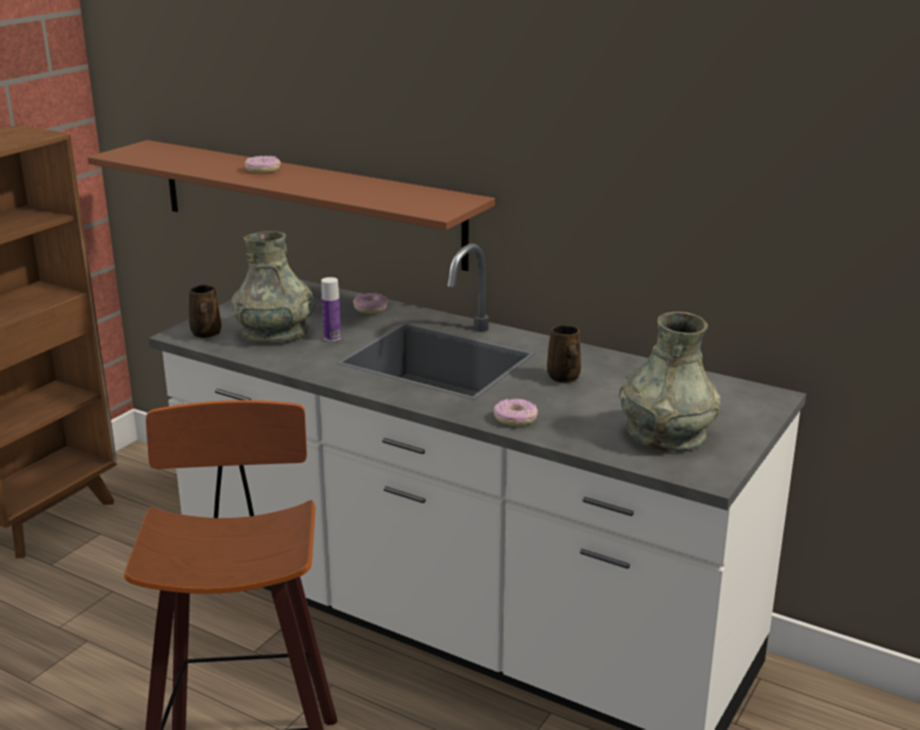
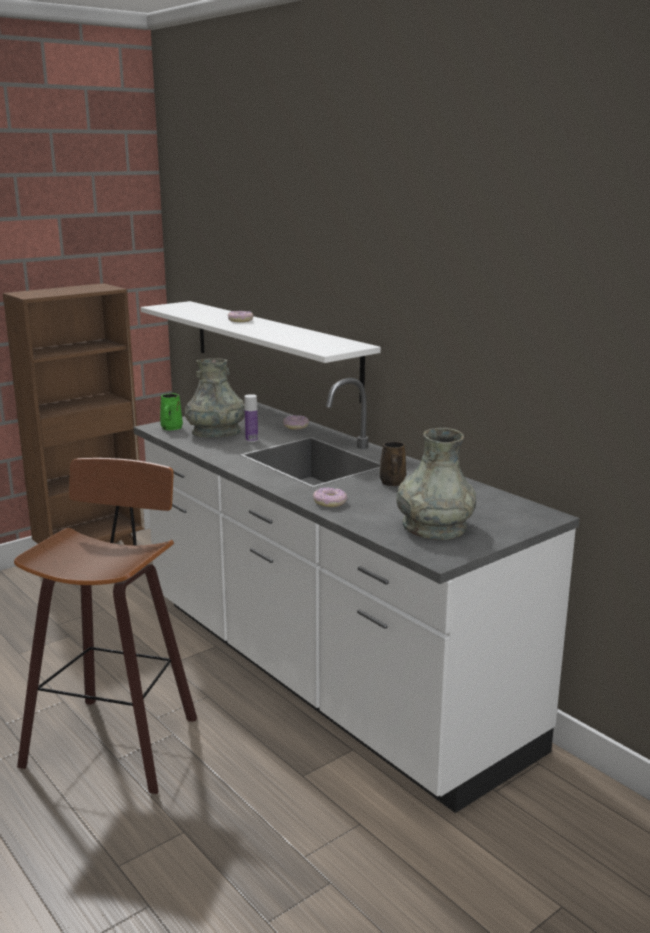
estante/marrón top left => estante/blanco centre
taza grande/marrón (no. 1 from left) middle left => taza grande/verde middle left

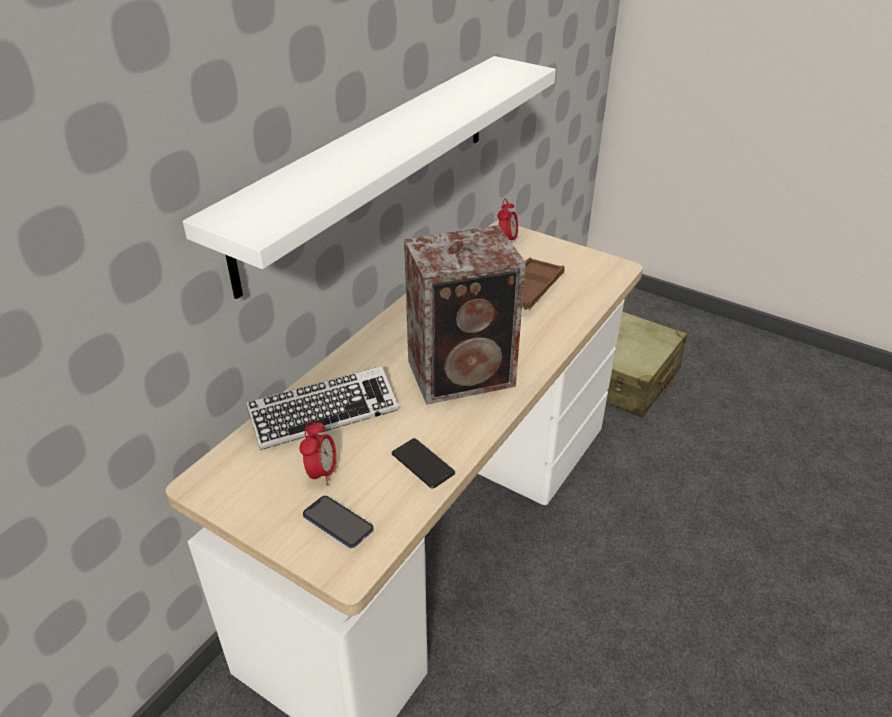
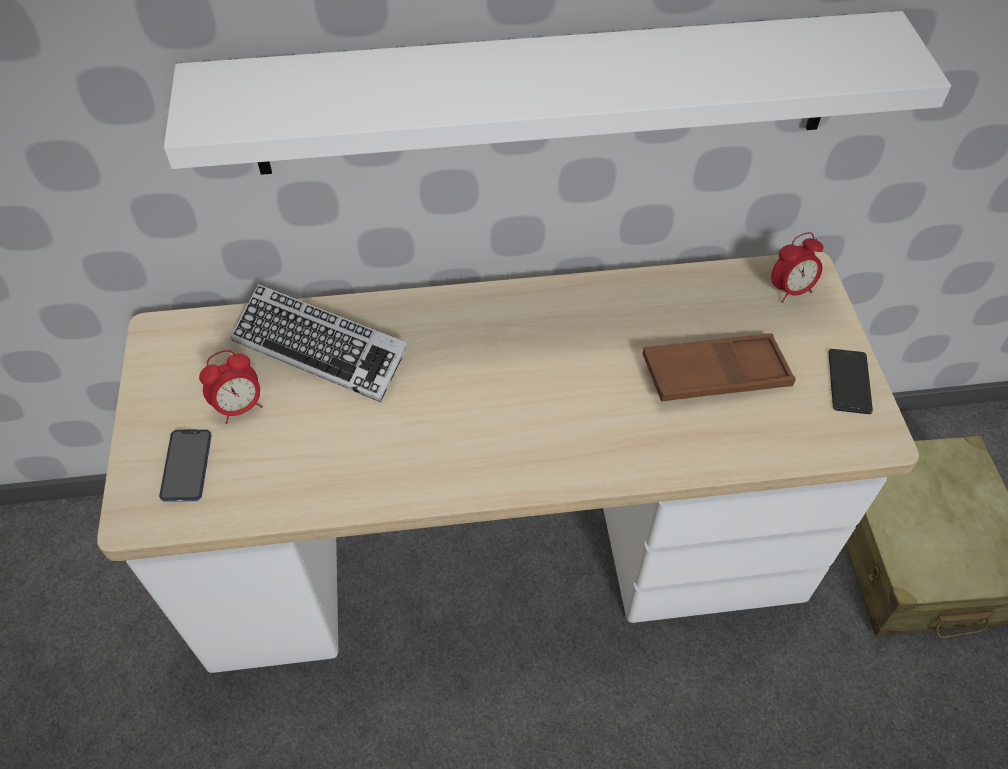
móvil (no. 2 from left) centre => móvil (no. 2 from left) middle right, relocated
altavoz centre => nothing

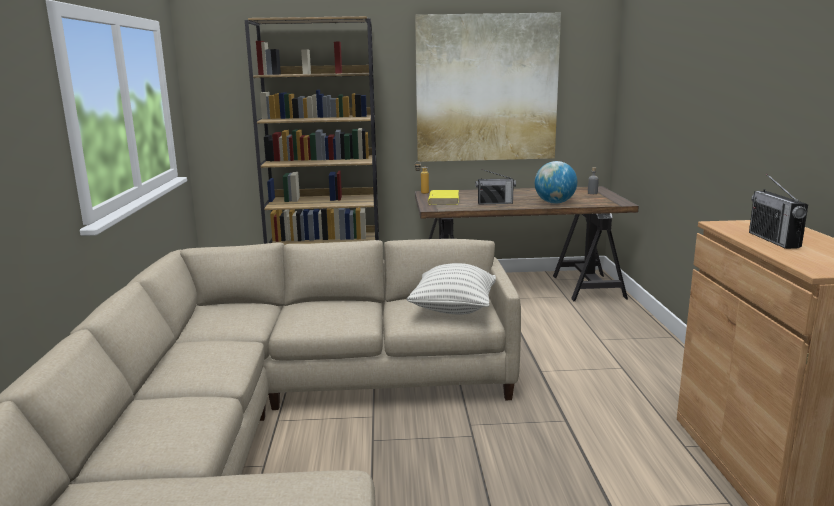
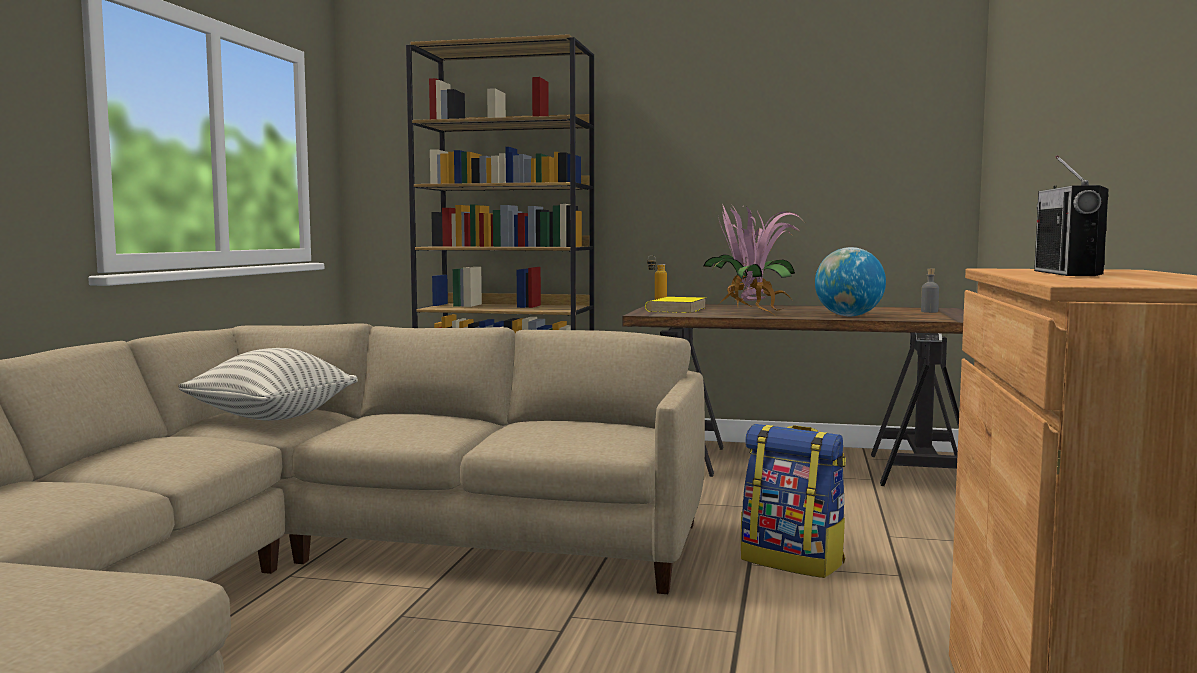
cojín centre => cojín middle left, relocated
radio (no. 1 from left) centre => planta en maceta centre
nothing => mochila bottom centre
cuadro top centre => nothing

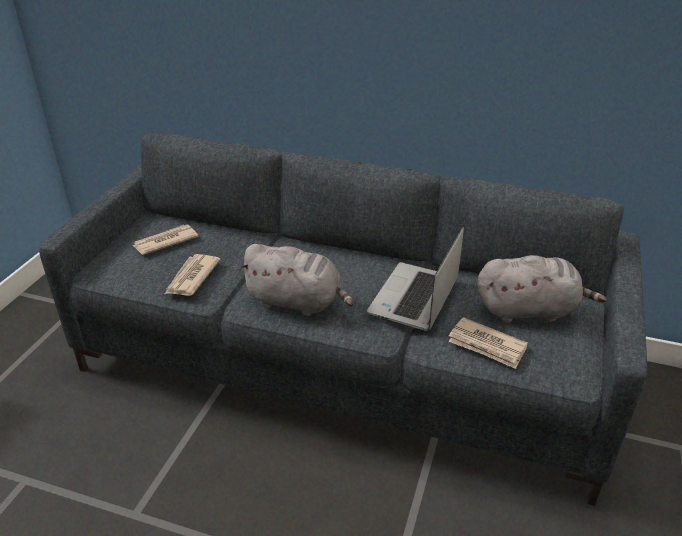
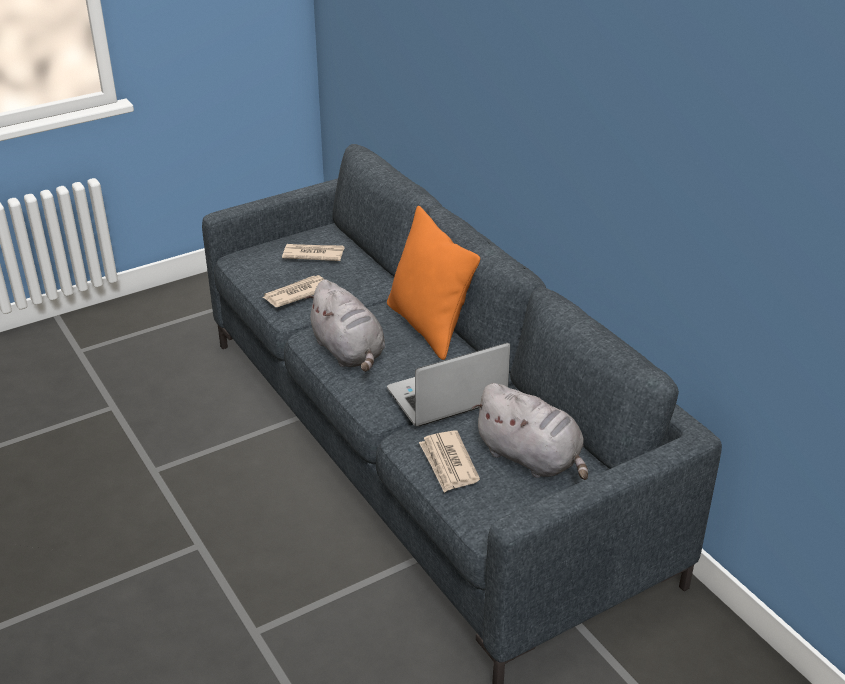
nothing => cojín/naranja centre

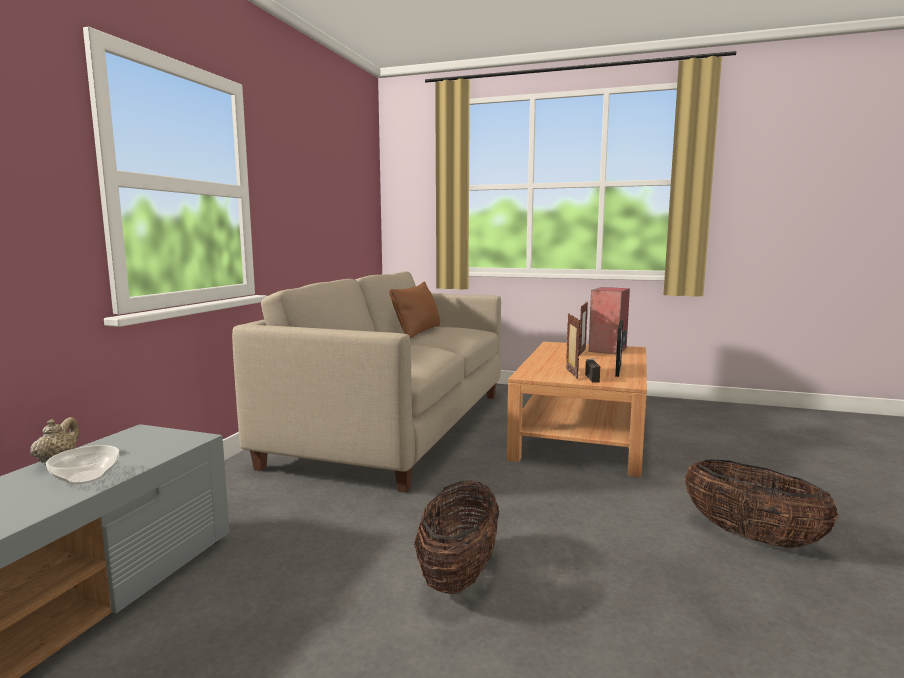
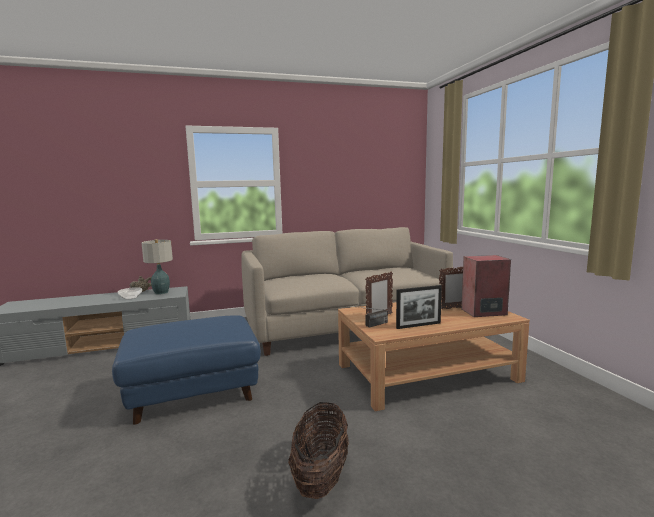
cesta (no. 1 from left) bottom centre => puf/azul bottom left
nothing => lámpara de mesa middle left
cojín/marrón centre => nothing

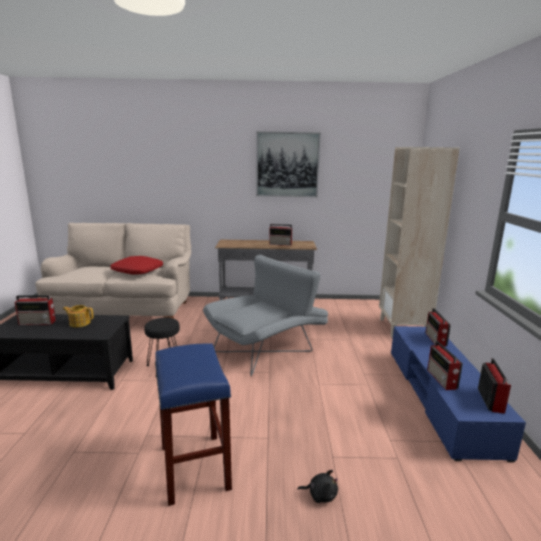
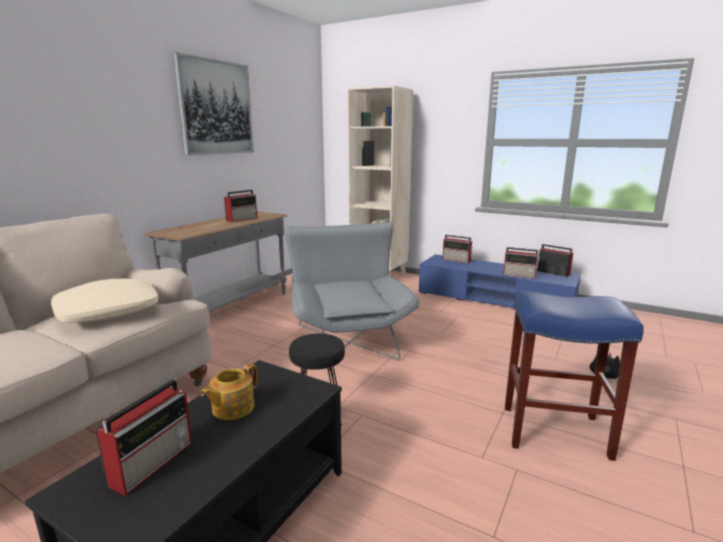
cojín/rojo middle left => cojín/beis middle left

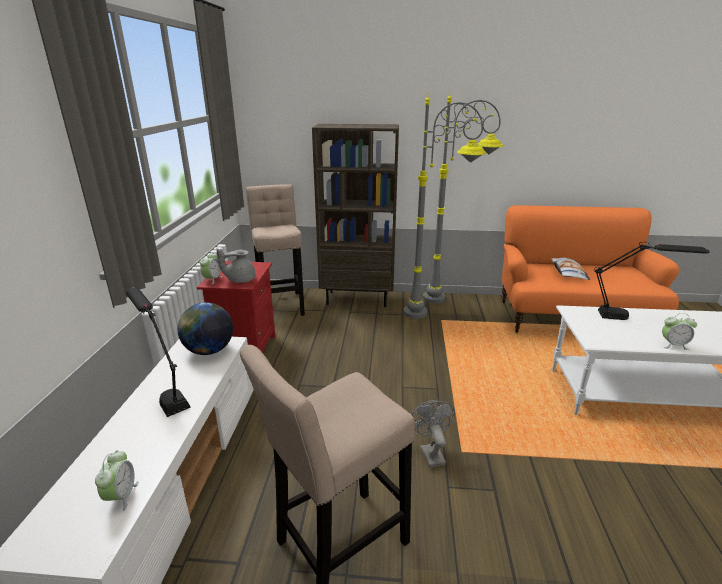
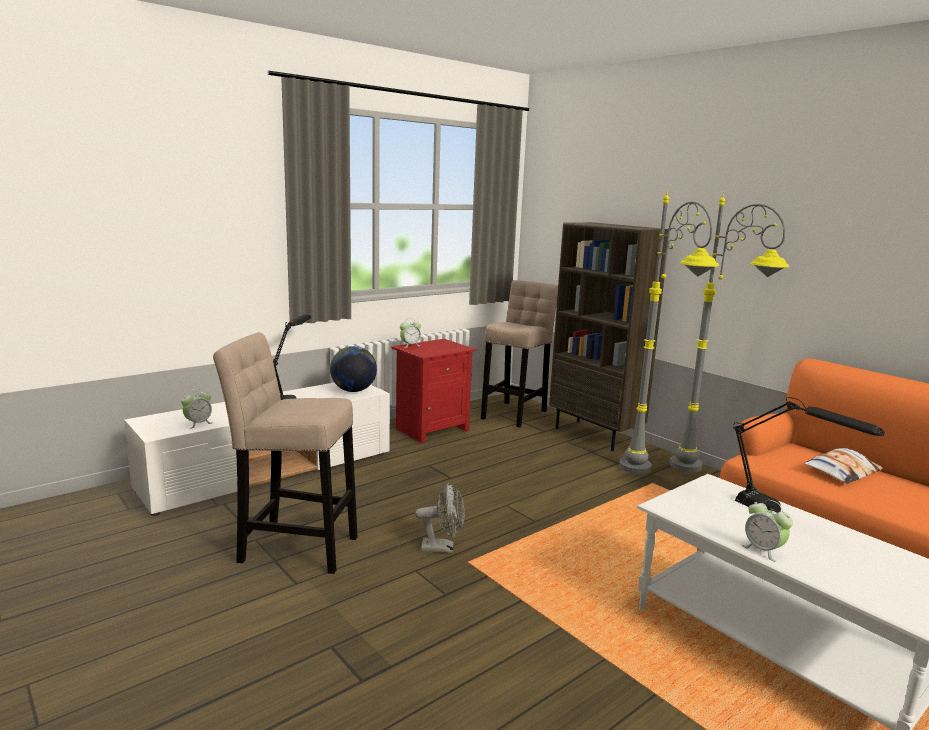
ventilador/gris bottom centre, 60 degrees clockwise
tetera/gris middle left => nothing

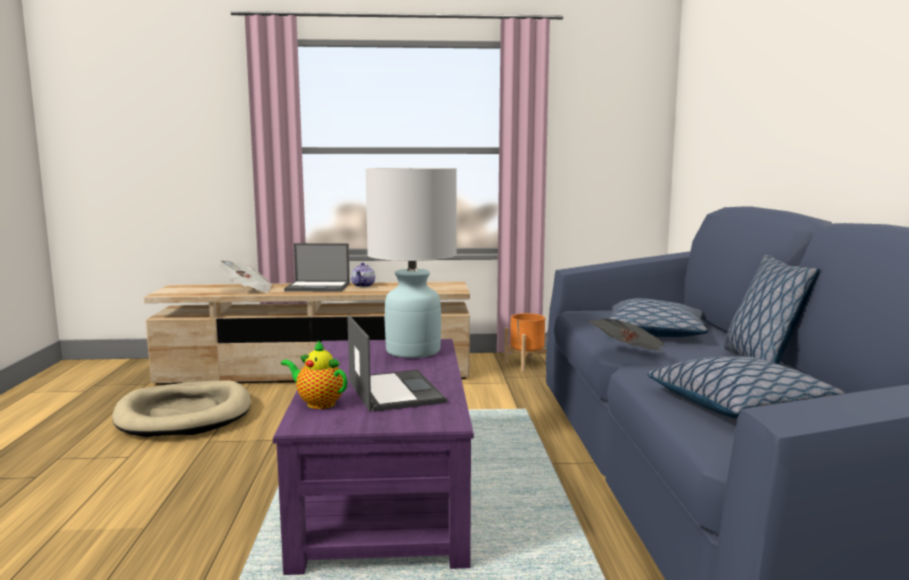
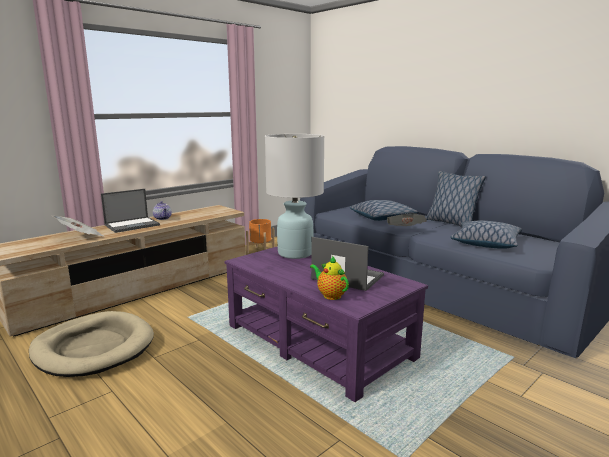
tetera (no. 1 from left in the first image) centre => tetera (no. 2 from left) centre, 60 degrees clockwise

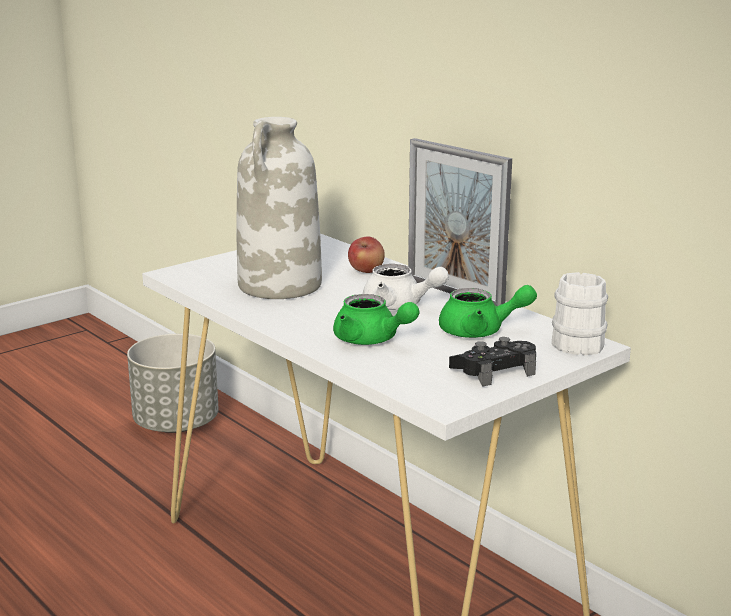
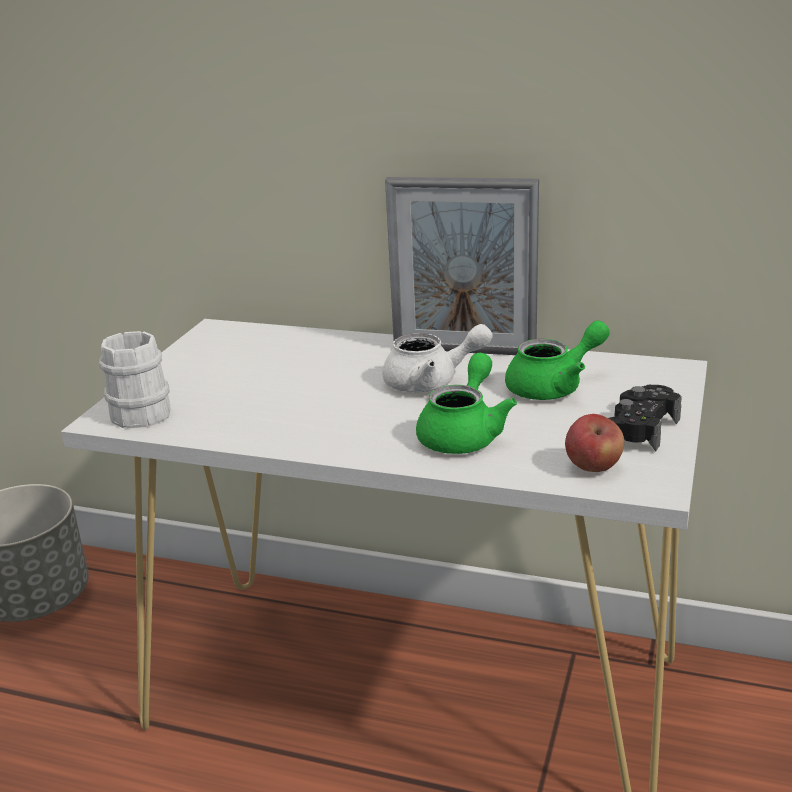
taza grande/blanco middle right => taza grande/blanco middle left, relocated
tetera/verde (no. 1 from left) centre, 75 degrees counterclockwise
manzana centre => manzana middle right, relocated
florero/blanco centre => nothing

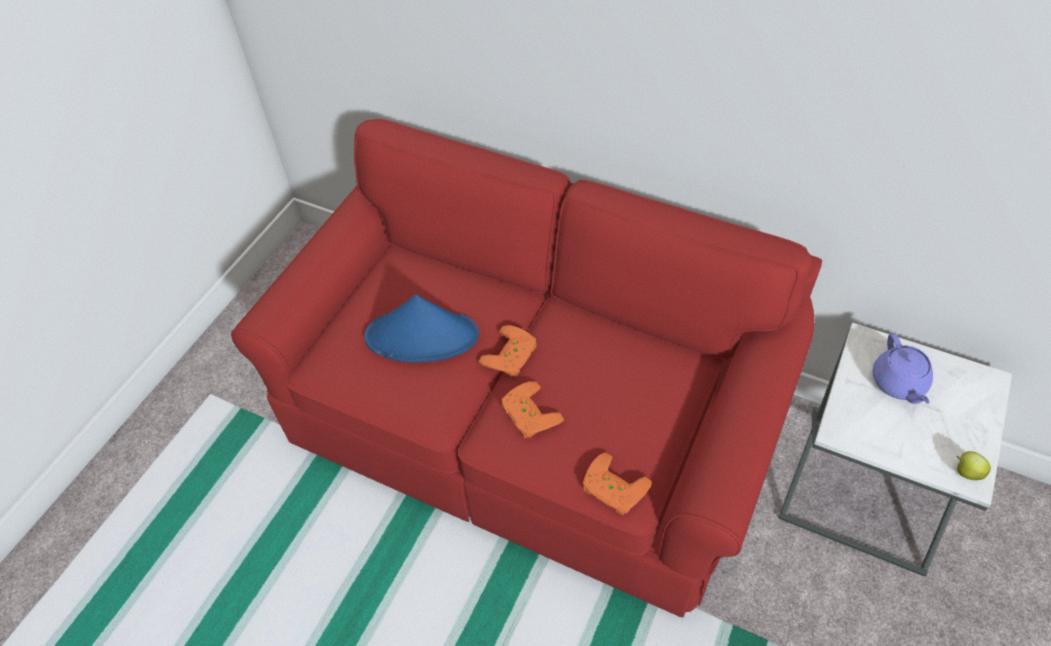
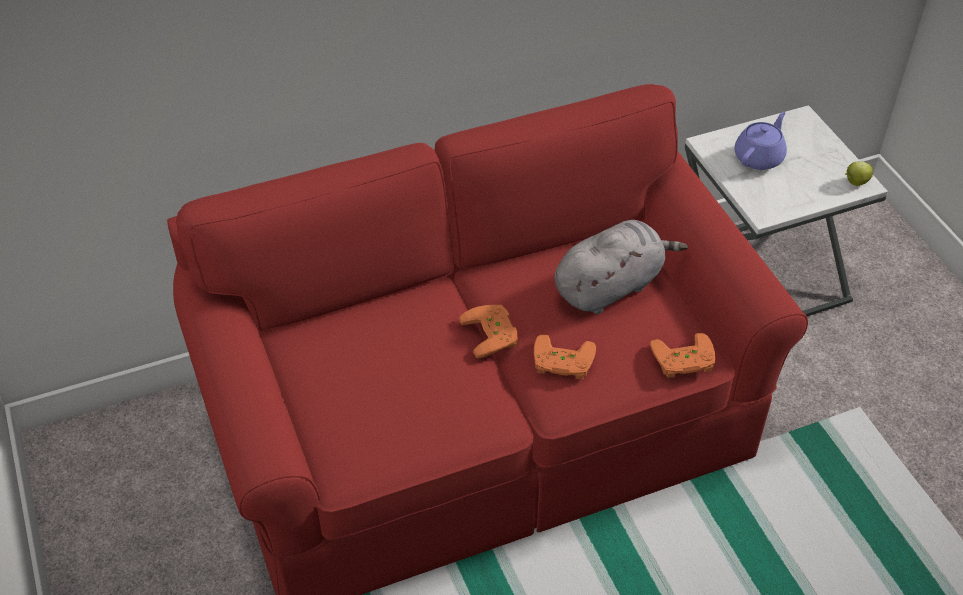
nothing => peluche/gris centre
tetera/morado middle right => tetera/morado top right, 90 degrees counterclockwise
sombrero/azul centre => nothing

